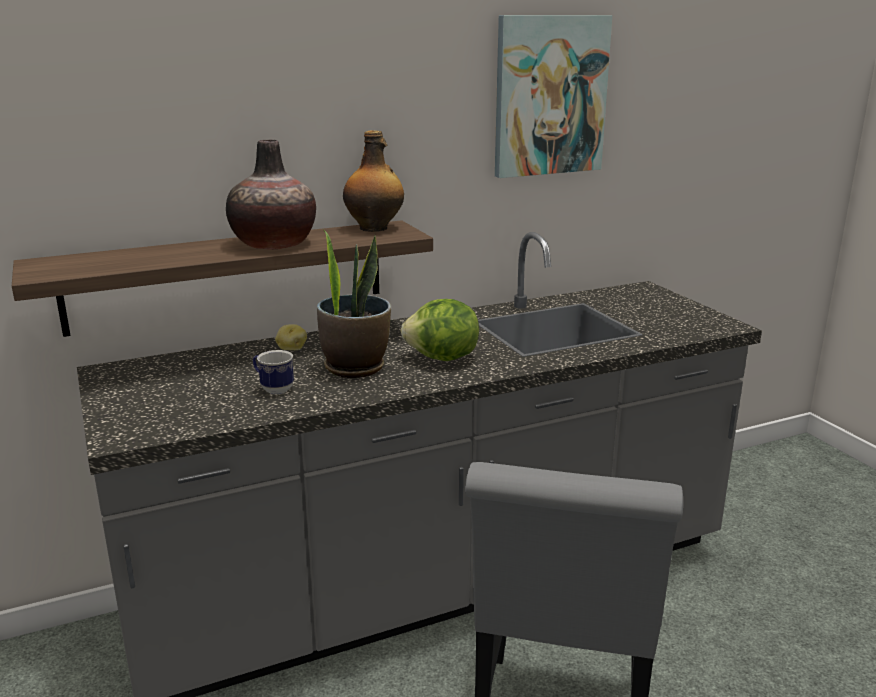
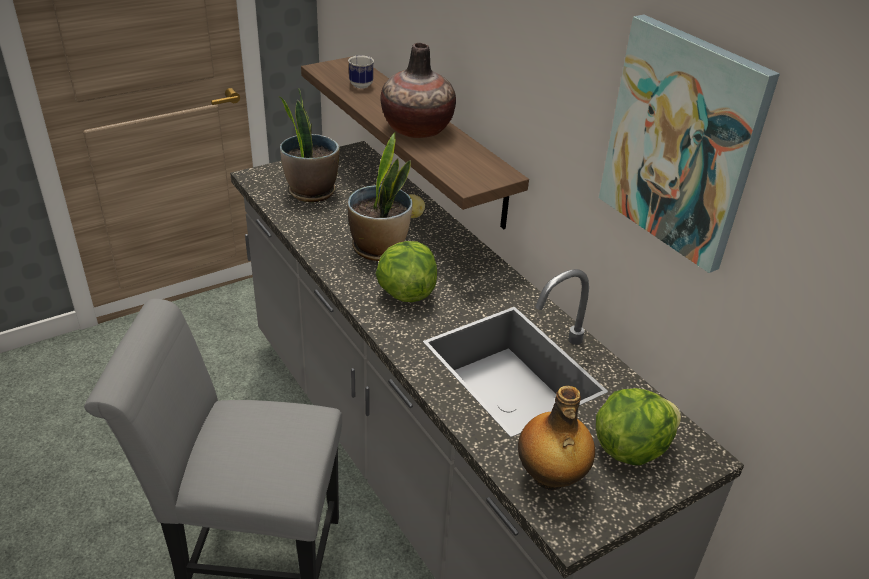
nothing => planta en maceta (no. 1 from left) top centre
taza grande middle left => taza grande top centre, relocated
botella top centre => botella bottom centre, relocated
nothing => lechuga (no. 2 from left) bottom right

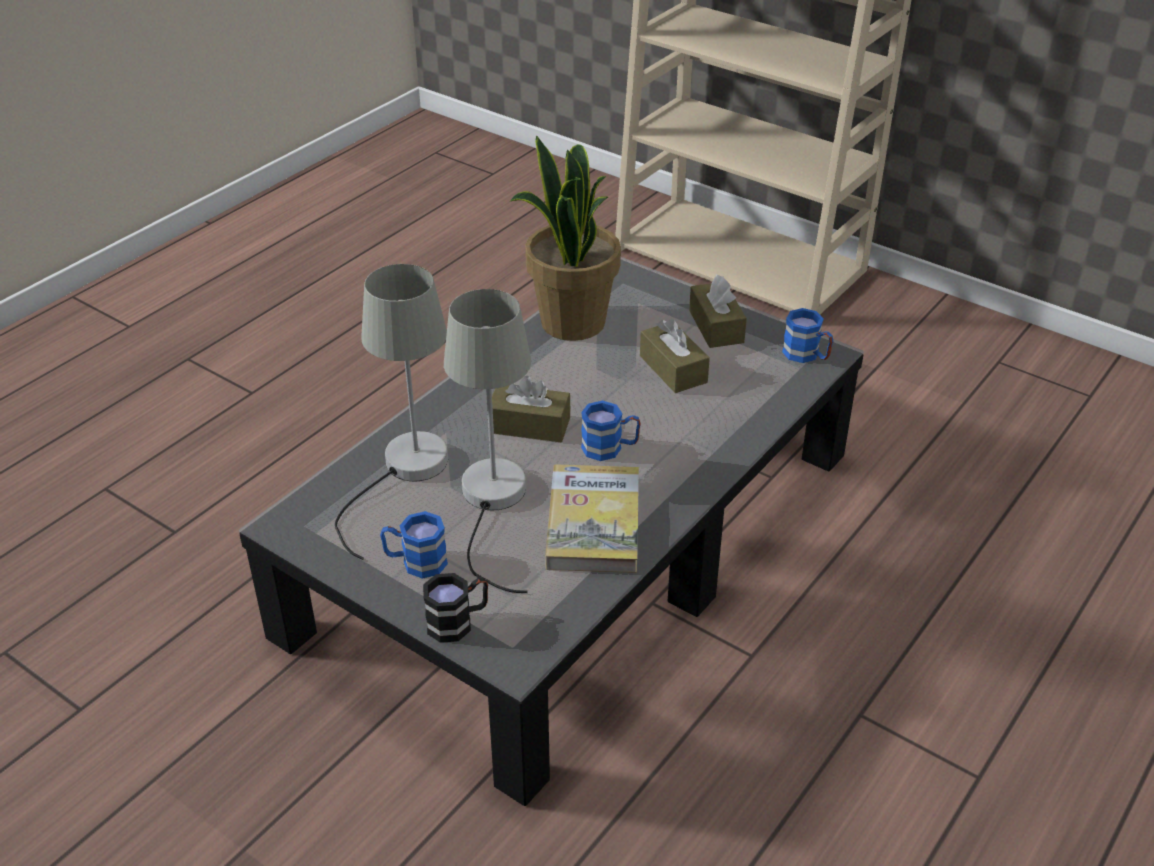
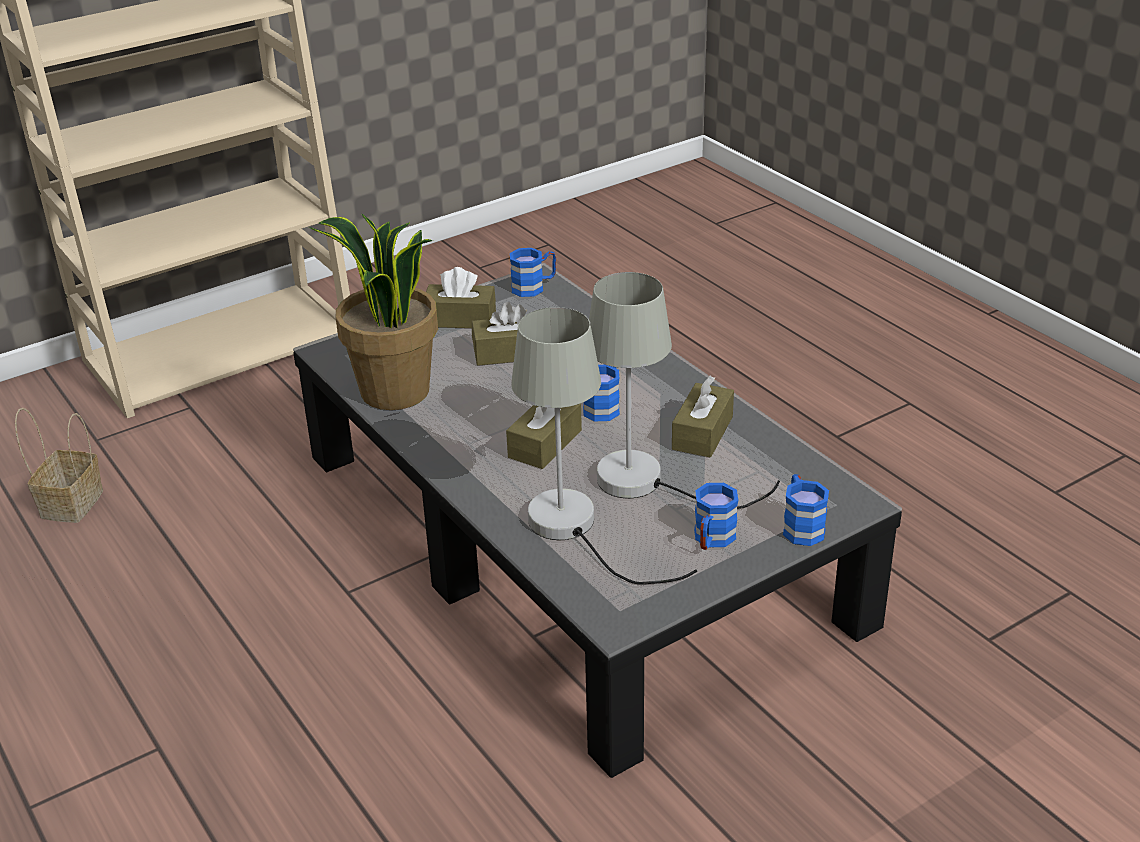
nothing => cesta middle left
libro centre => caja de pañuelos/marrón (no. 4 from left) centre
taza grande/negro bottom centre => taza grande/azul (no. 4 from left) middle right

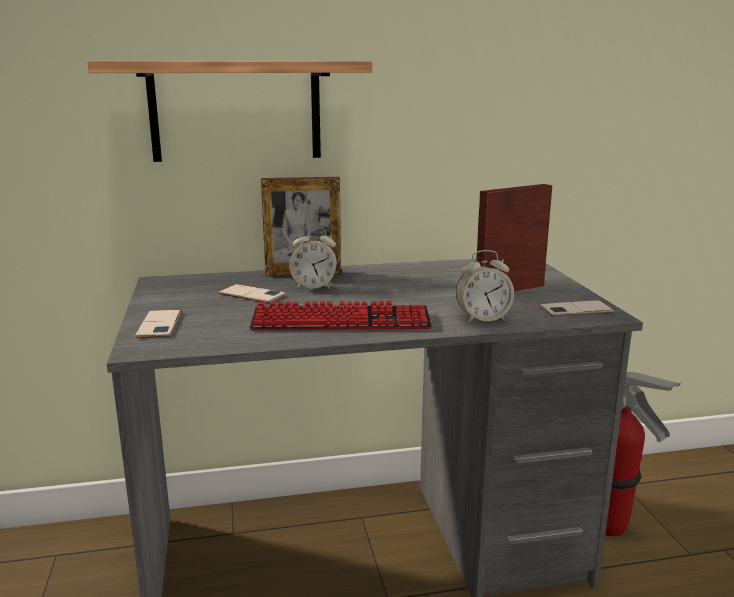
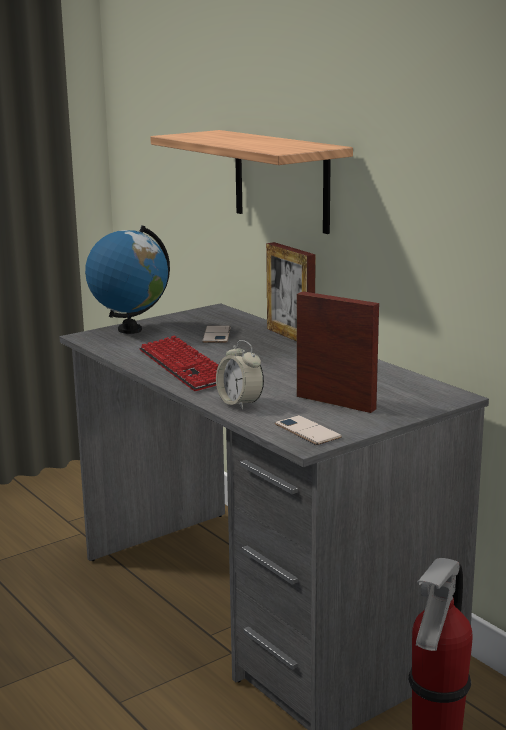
móvil (no. 1 from left) middle left => globo terráqueo middle left
despertador (no. 1 from left) centre => nothing

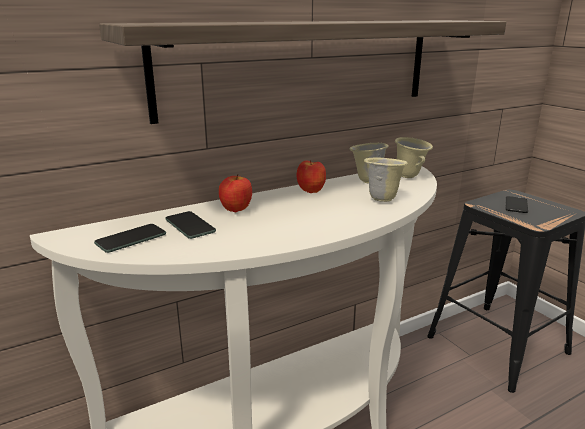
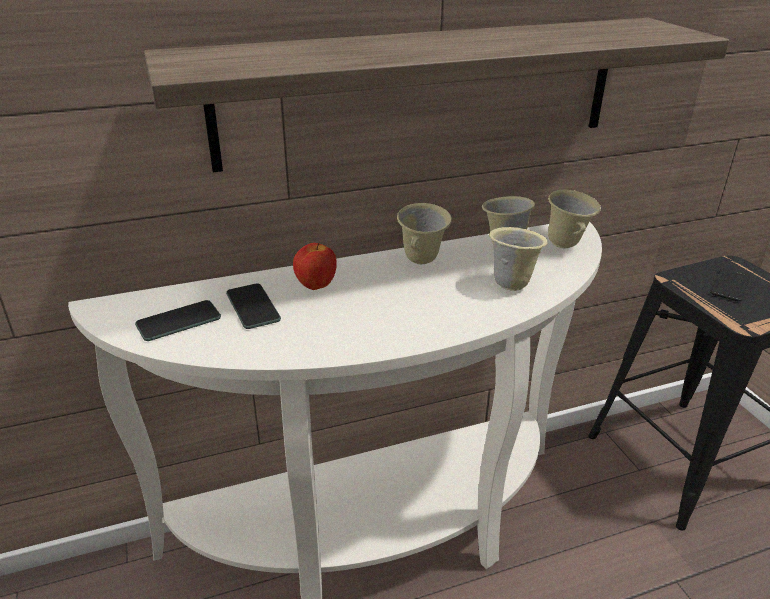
manzana (no. 2 from left) centre => taza grande/beis (no. 1 from left) centre

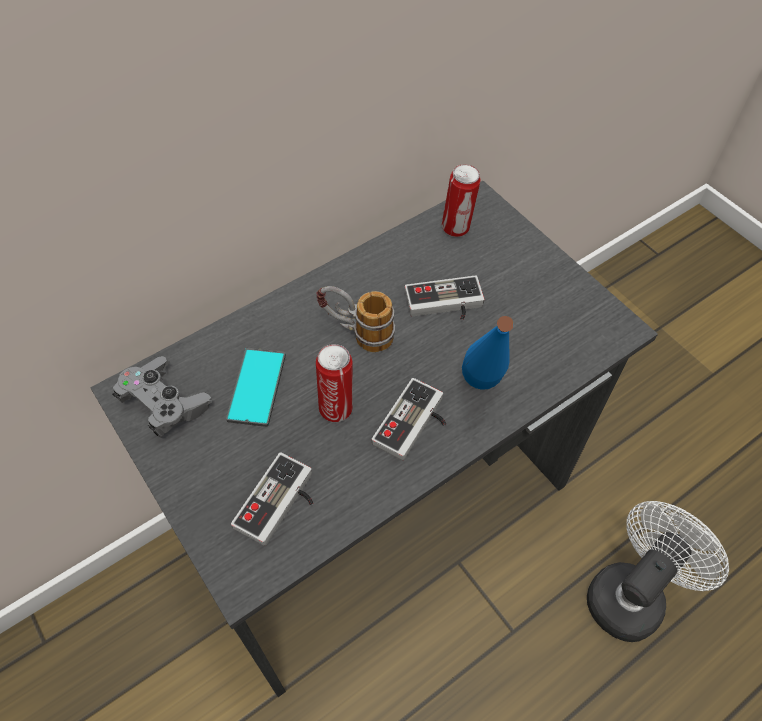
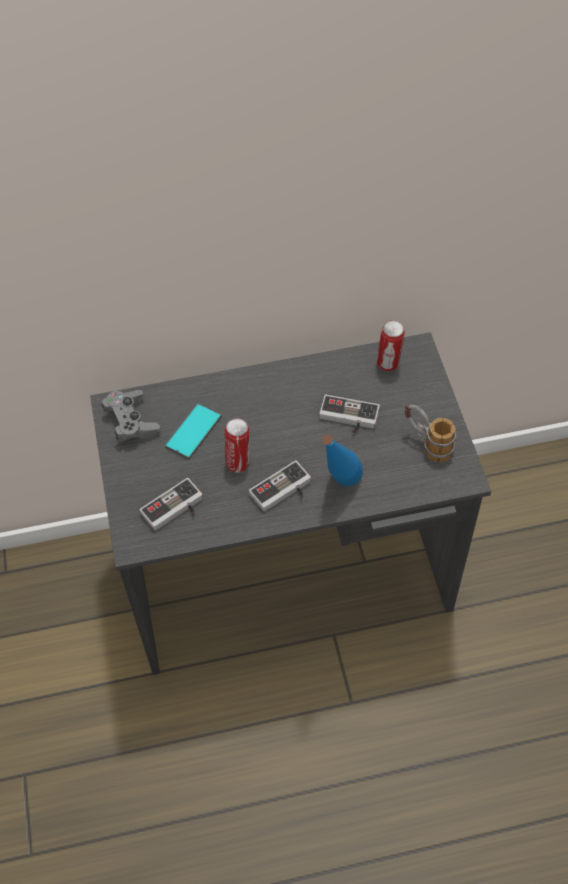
taza grande centre => taza grande middle right, relocated
ventilador/blanco bottom right => nothing

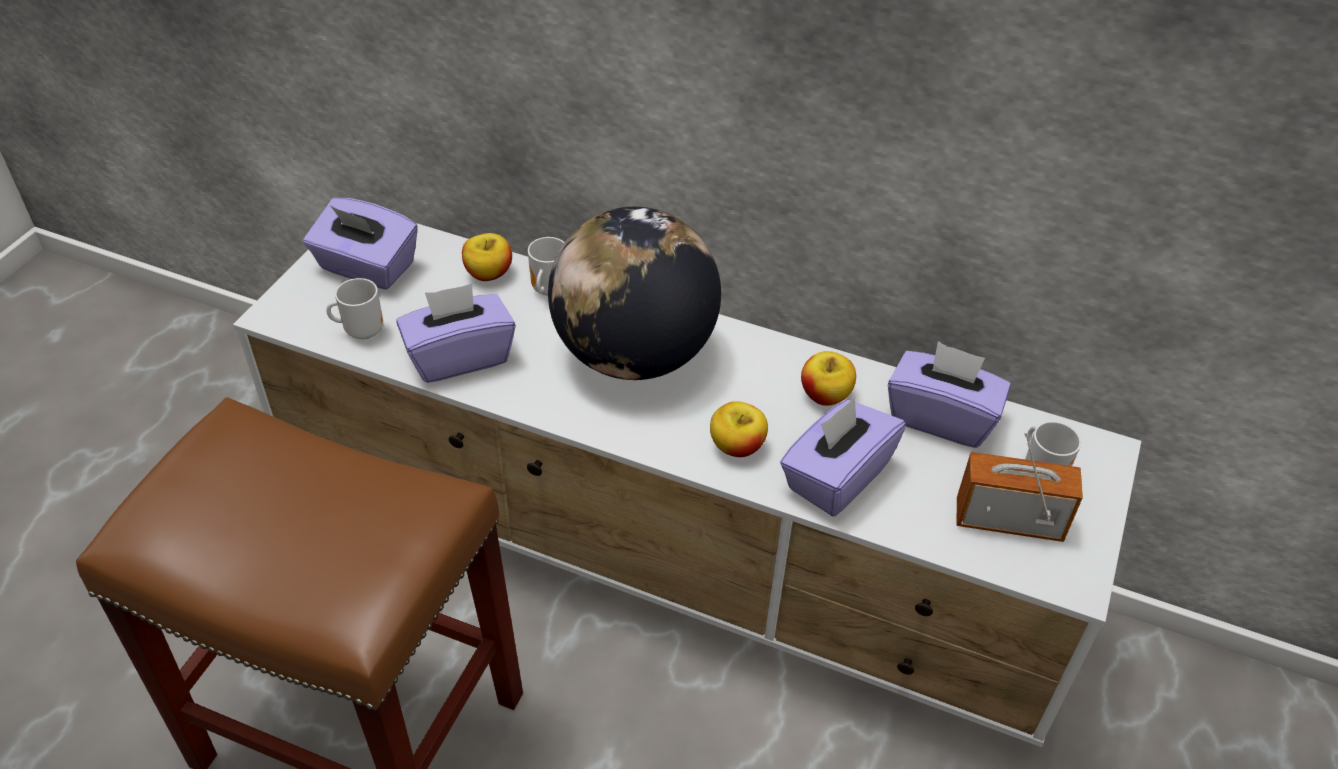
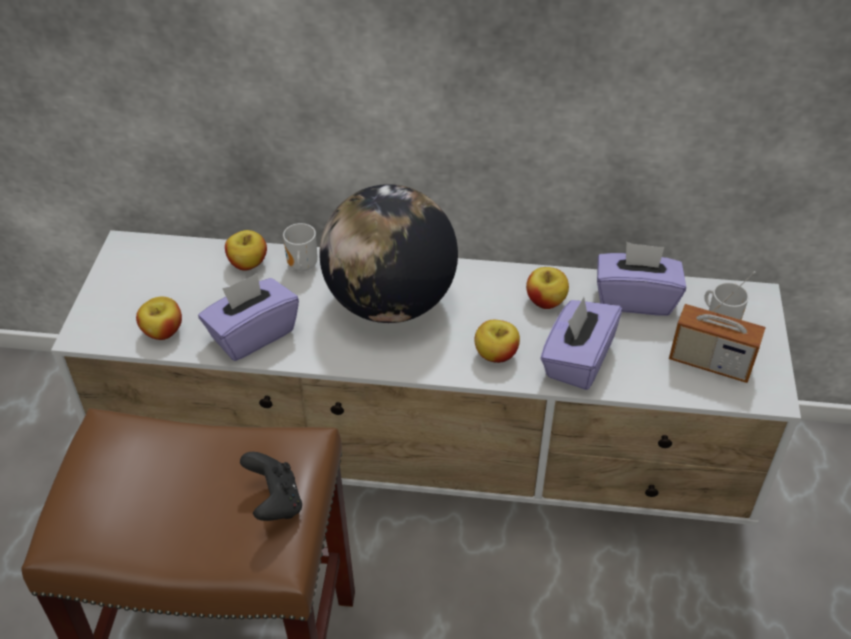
taza grande (no. 1 from left) middle left => manzana (no. 1 from left) middle left
nothing => mando de consola/negro bottom left
radio middle right, 150 degrees counterclockwise
caja de pañuelos/morado (no. 1 from left) top left => nothing

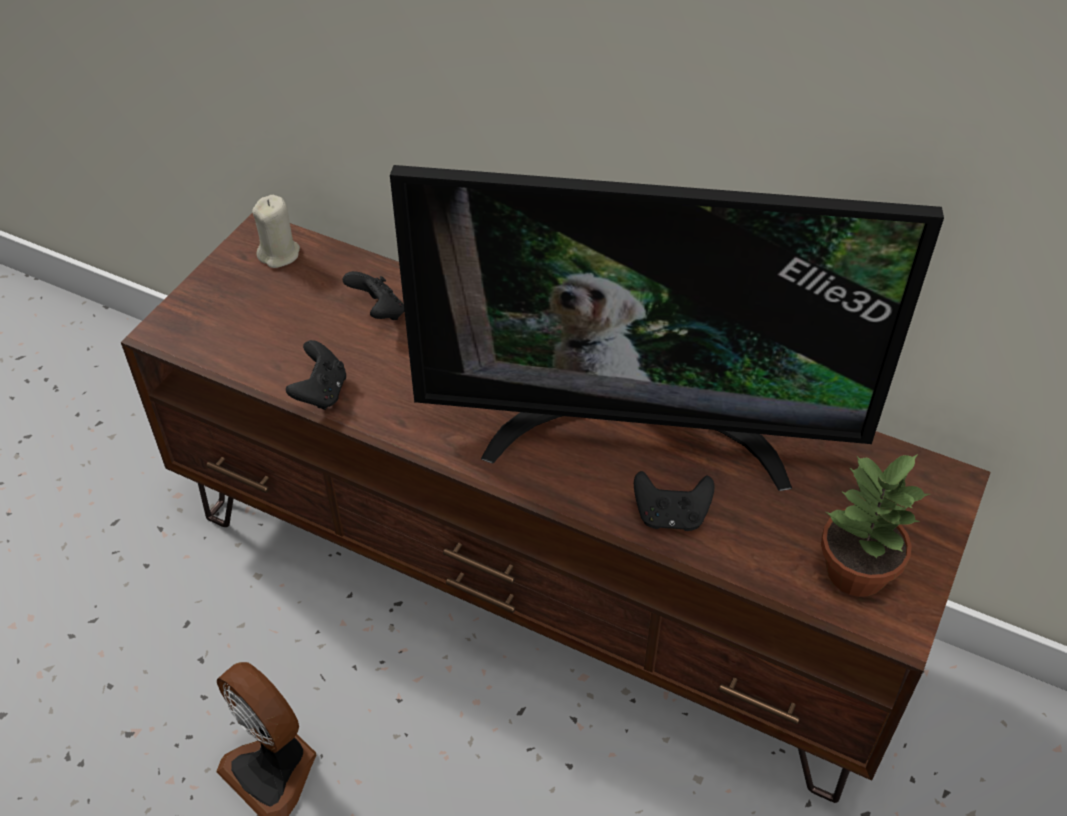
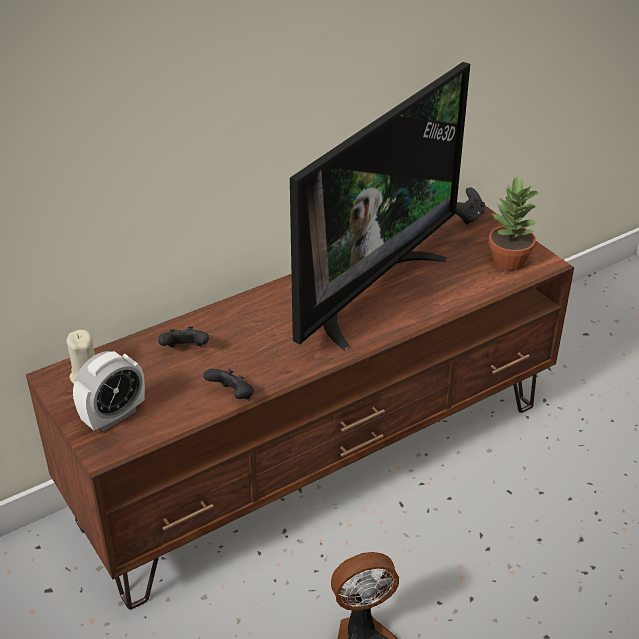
nothing => despertador middle left
mando de consola/negro (no. 3 from left) centre => mando de consola/negro (no. 3 from left) top right, relocated

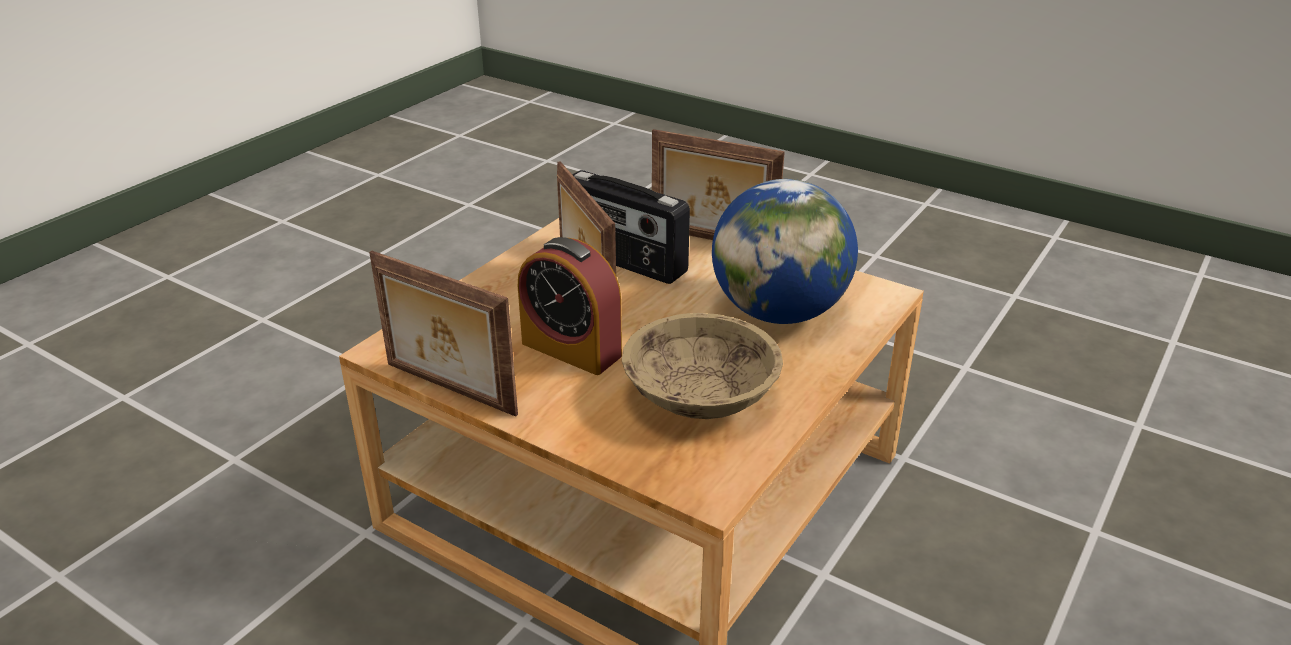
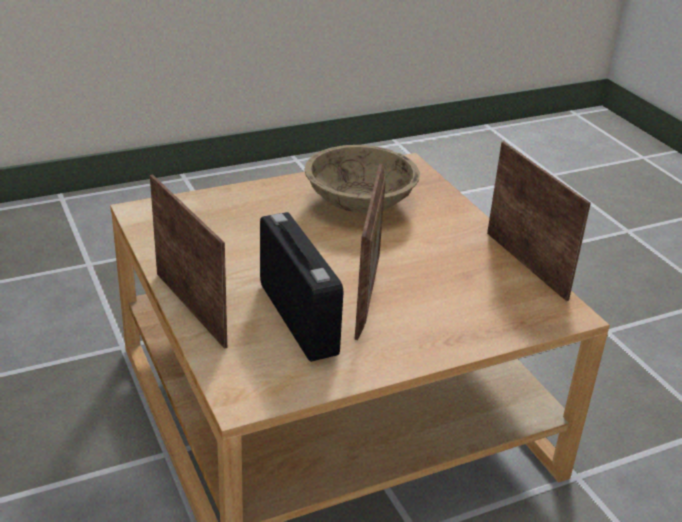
despertador centre => nothing
globo terráqueo centre => nothing

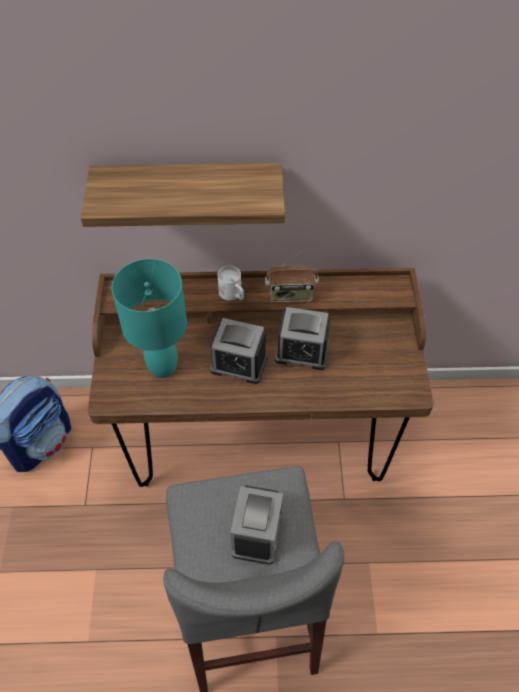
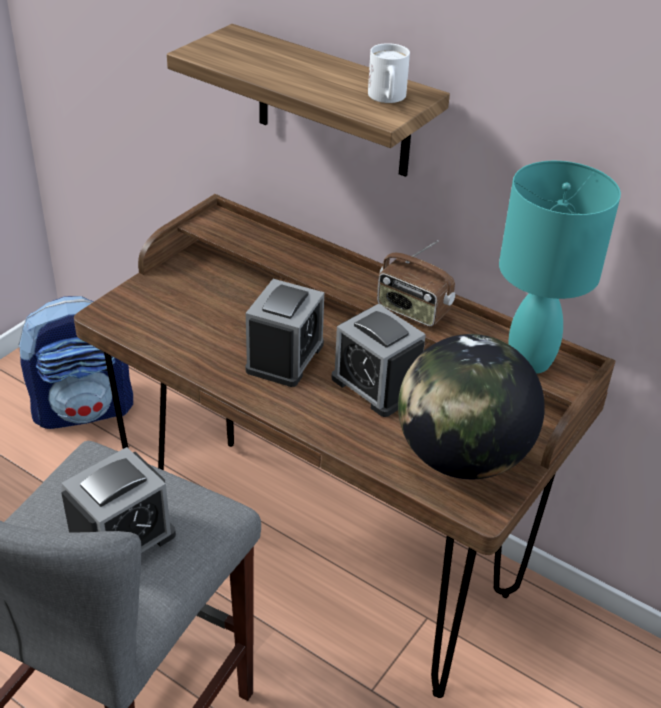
despertador (no. 1 from left in the first image) centre => despertador (no. 2 from left) centre, 120 degrees counterclockwise
taza grande/blanco centre => taza grande/blanco top centre, relocated
nothing => globo terráqueo middle right
lámpara de mesa/turquesa middle left => lámpara de mesa/turquesa middle right, relocated

